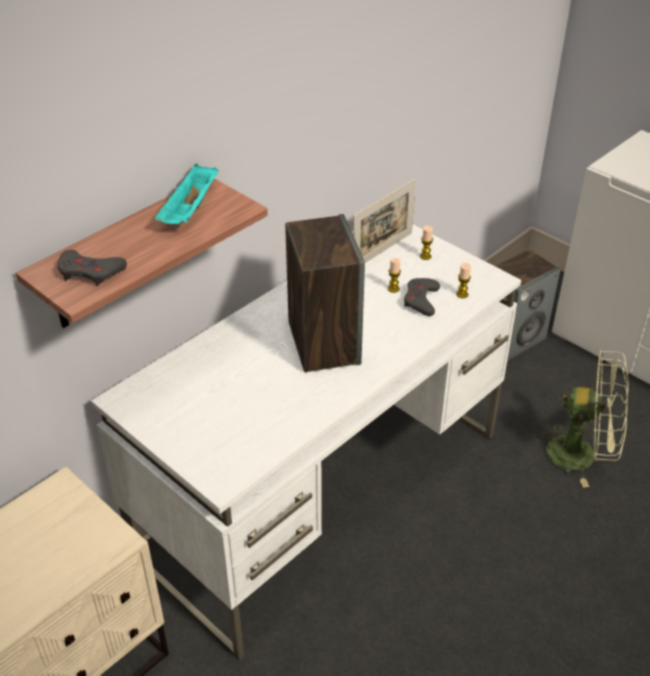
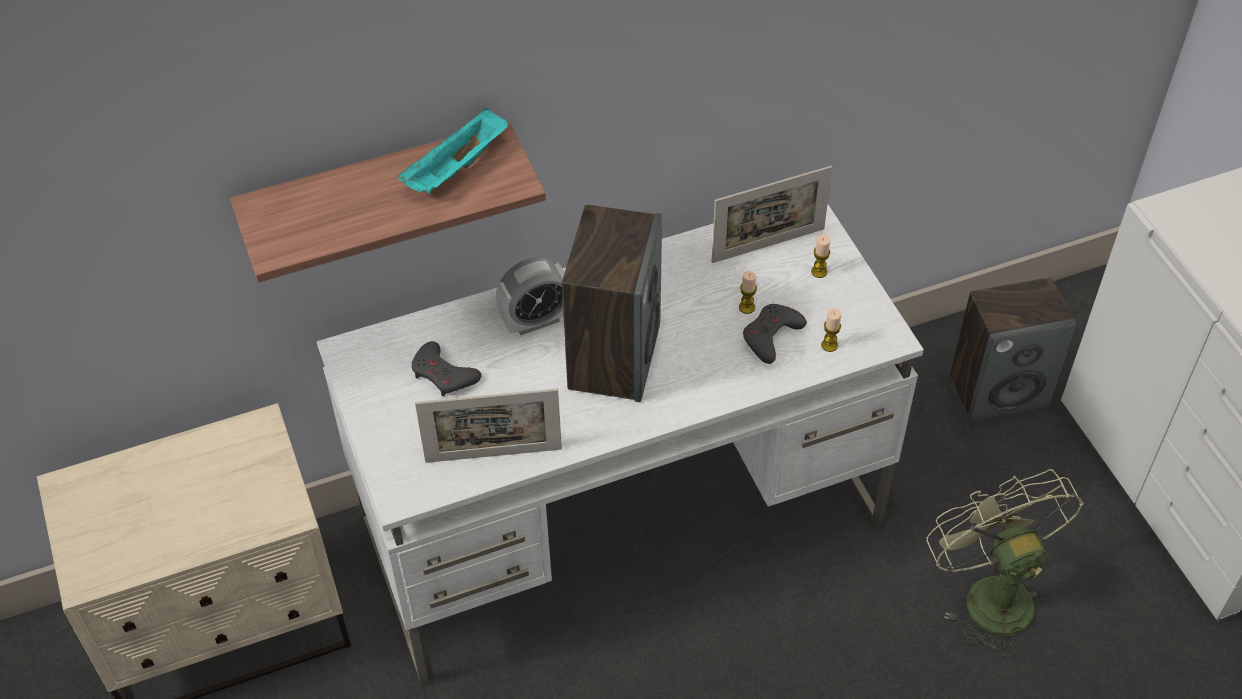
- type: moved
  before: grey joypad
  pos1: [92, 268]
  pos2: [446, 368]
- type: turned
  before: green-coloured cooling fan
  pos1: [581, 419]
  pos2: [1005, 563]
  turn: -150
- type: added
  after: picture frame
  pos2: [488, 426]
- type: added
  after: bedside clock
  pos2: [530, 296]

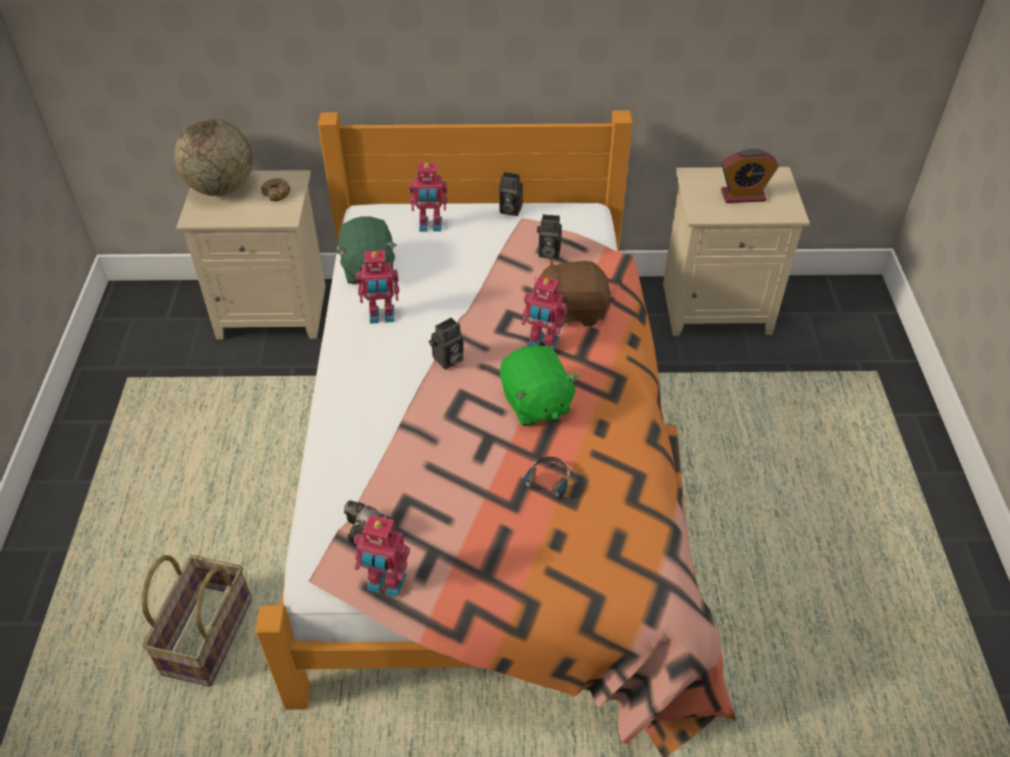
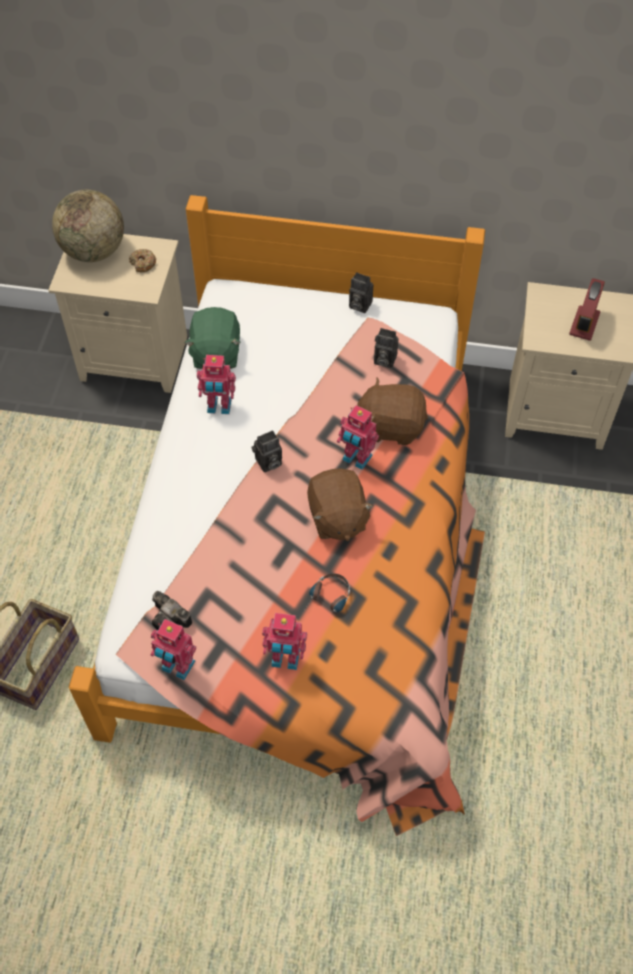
- type: moved
  before: robot figure
  pos1: [428, 197]
  pos2: [284, 641]
- type: recoloured
  before: green-coloured plush toy
  after: brown-coloured plush toy
  pos1: [539, 385]
  pos2: [340, 504]
- type: turned
  before: bedside clock
  pos1: [750, 176]
  pos2: [587, 309]
  turn: -75

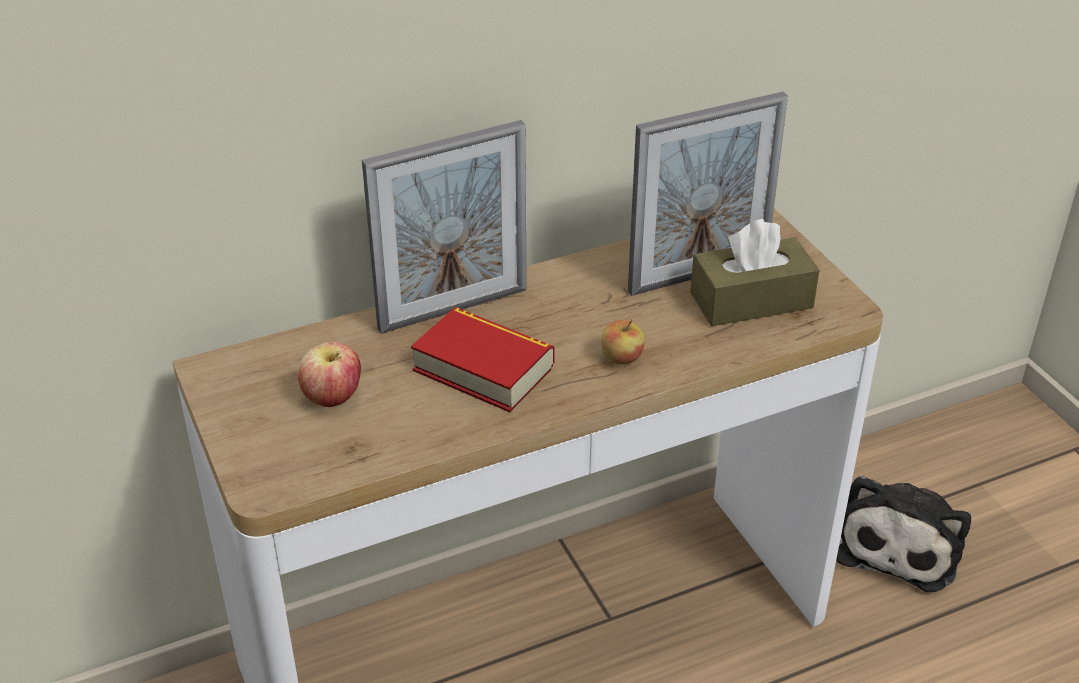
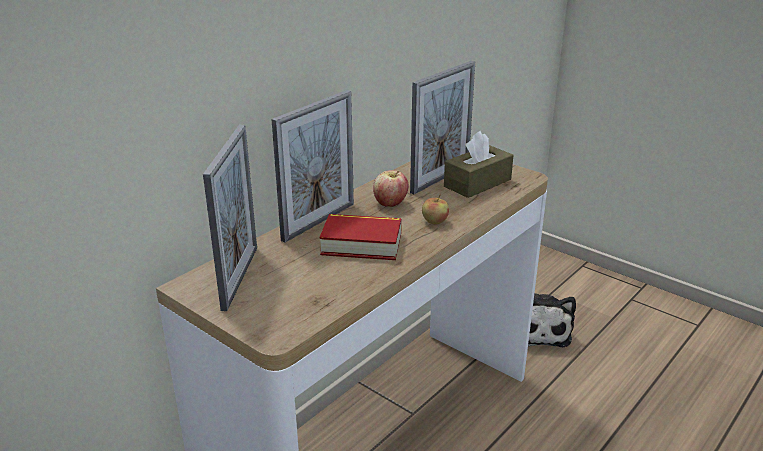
- type: moved
  before: apple
  pos1: [329, 374]
  pos2: [391, 188]
- type: added
  after: picture frame
  pos2: [230, 218]

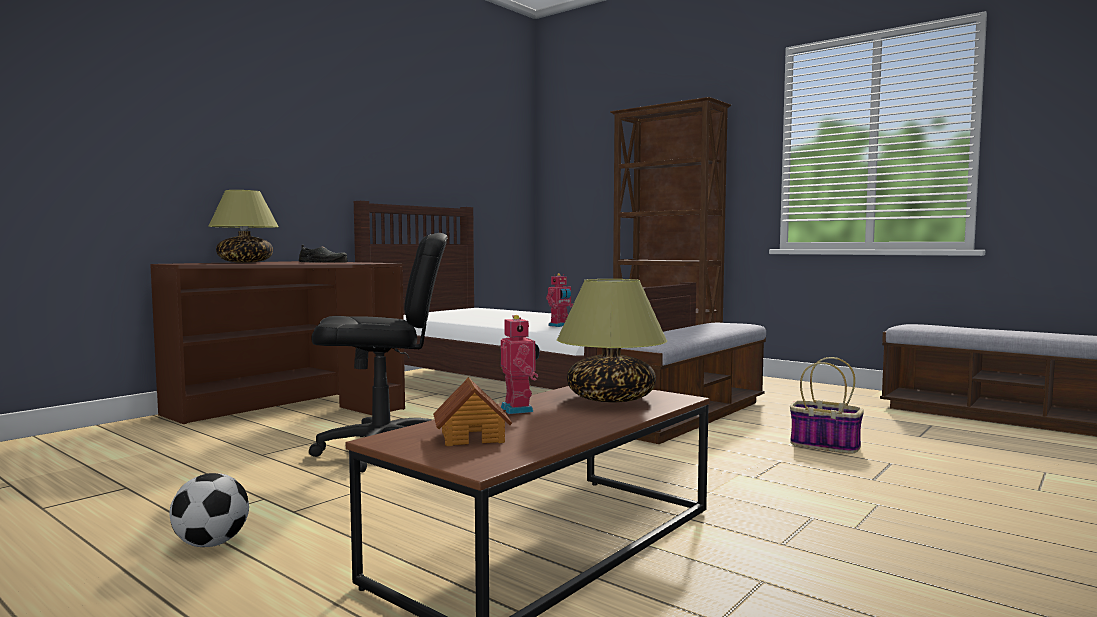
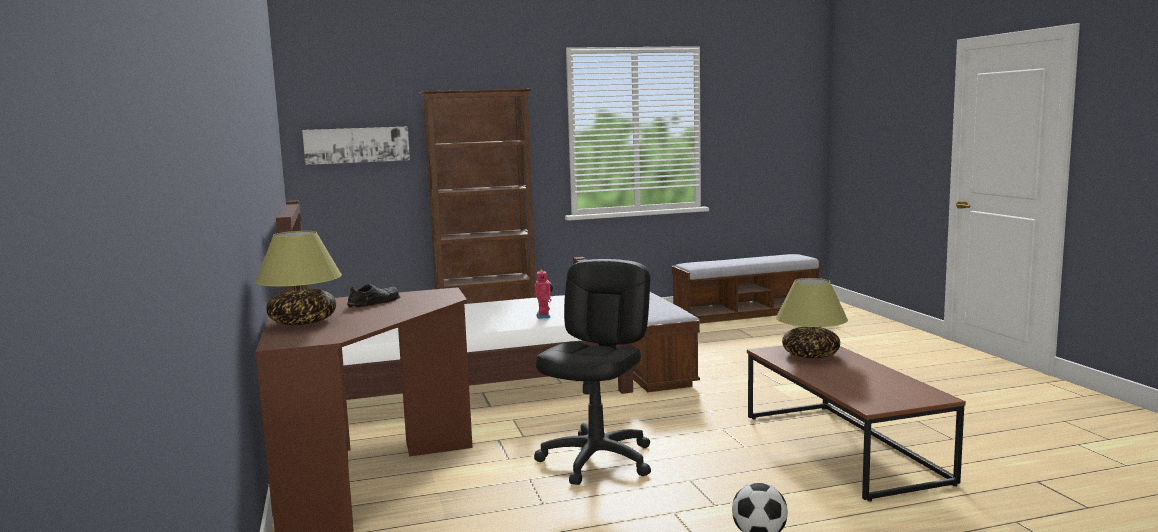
- type: removed
  before: model house
  pos1: [472, 411]
- type: removed
  before: robot figure
  pos1: [520, 364]
- type: removed
  before: basket
  pos1: [827, 405]
- type: added
  after: wall picture
  pos2: [356, 146]

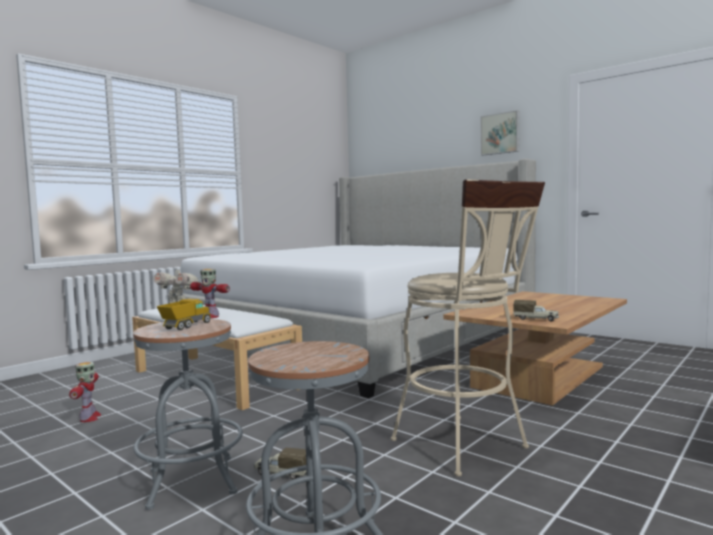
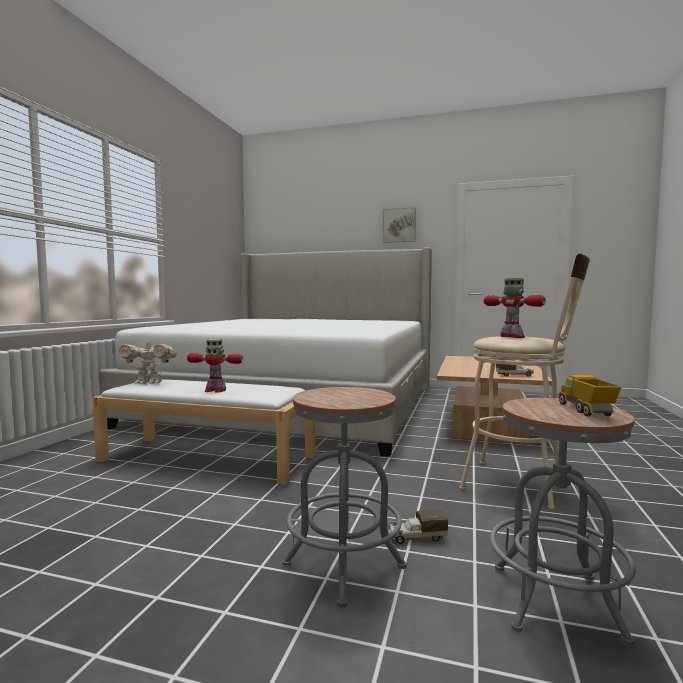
- type: moved
  before: robot figure
  pos1: [85, 392]
  pos2: [515, 308]
- type: moved
  before: toy truck
  pos1: [184, 314]
  pos2: [590, 395]

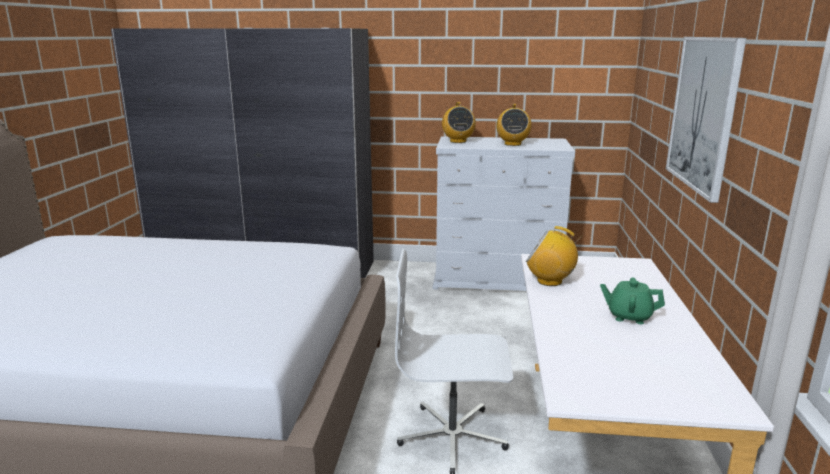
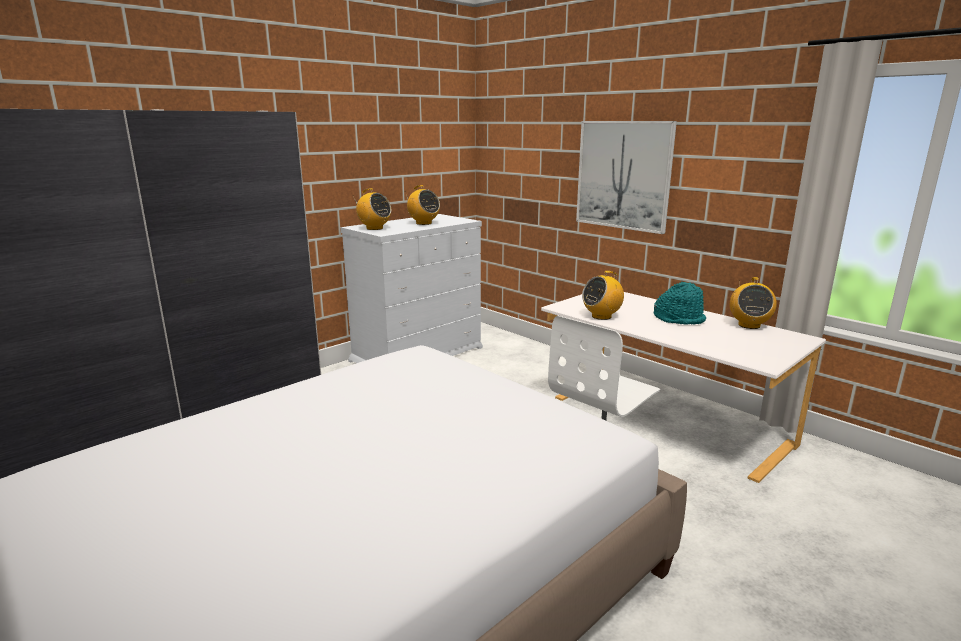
- type: replaced
  before: green-coloured pot for tea
  after: turquoise-coloured clothing hat
  pos1: [632, 300]
  pos2: [680, 303]
- type: added
  after: radio
  pos2: [753, 303]

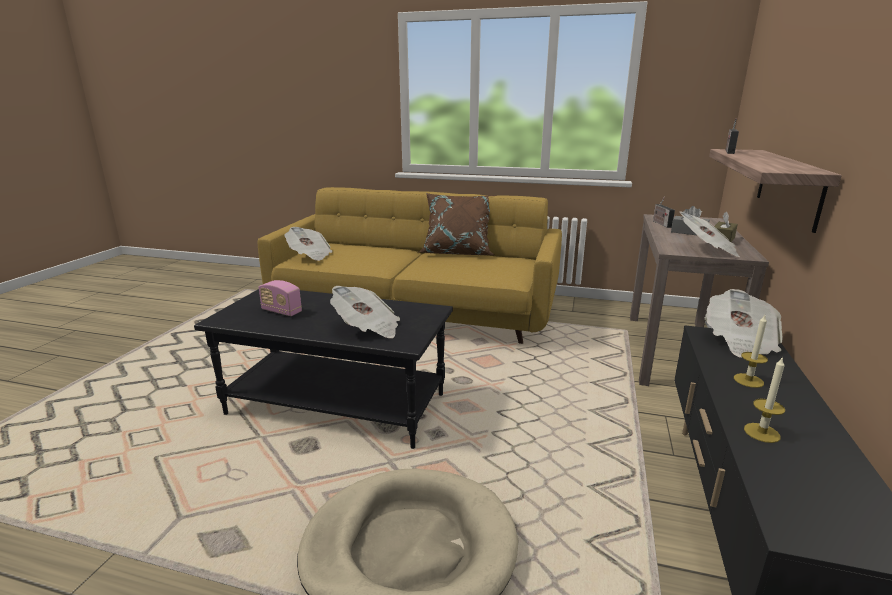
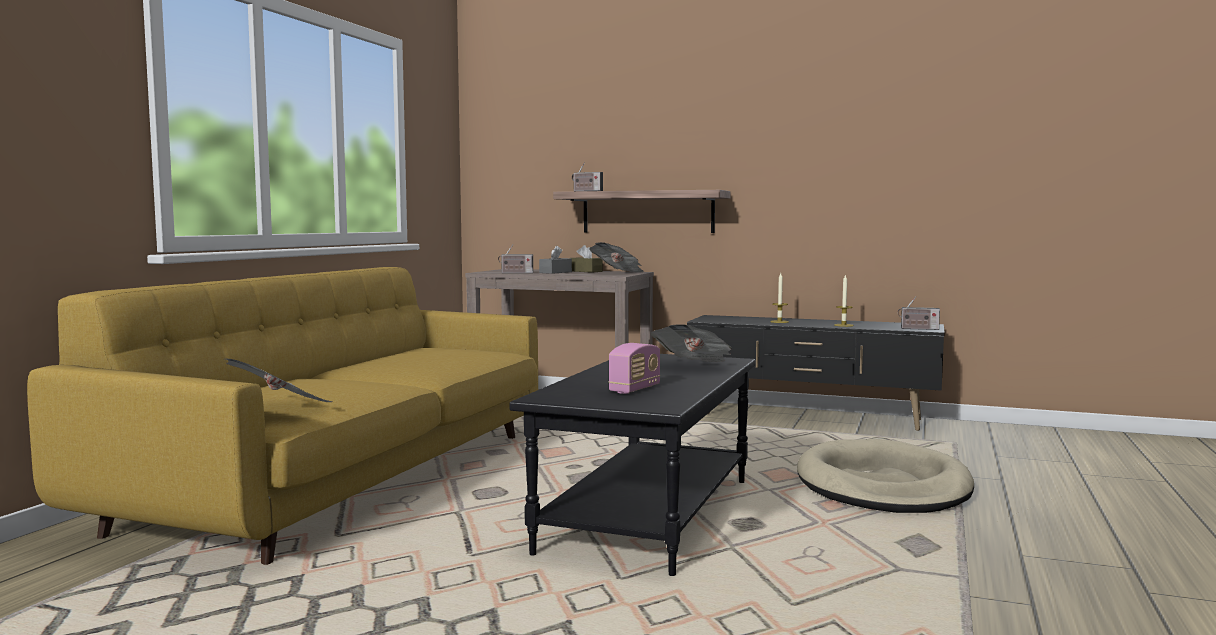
- type: removed
  before: brown-coloured cushion
  pos1: [457, 224]
- type: removed
  before: newspaper
  pos1: [744, 323]
- type: added
  after: radio
  pos2: [919, 313]

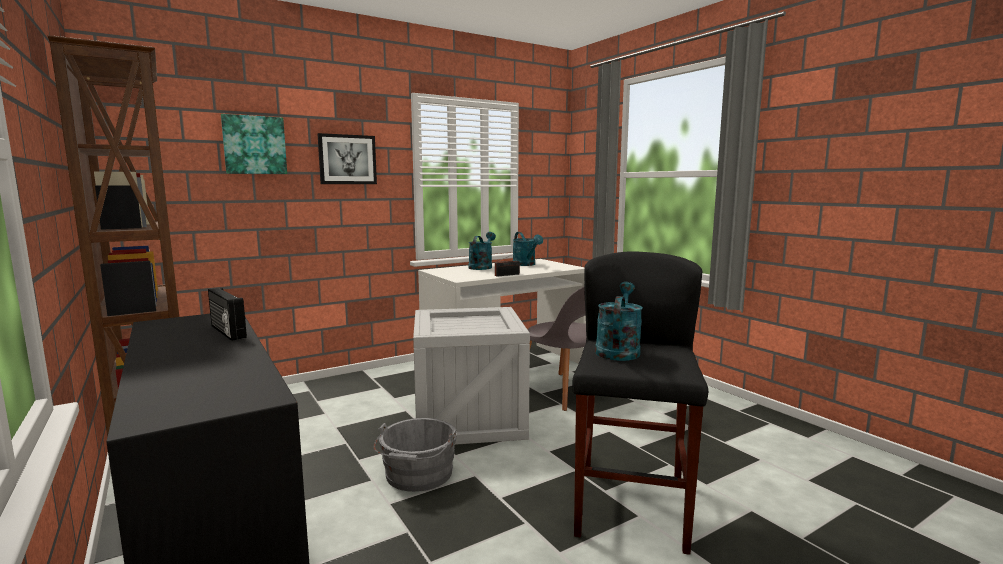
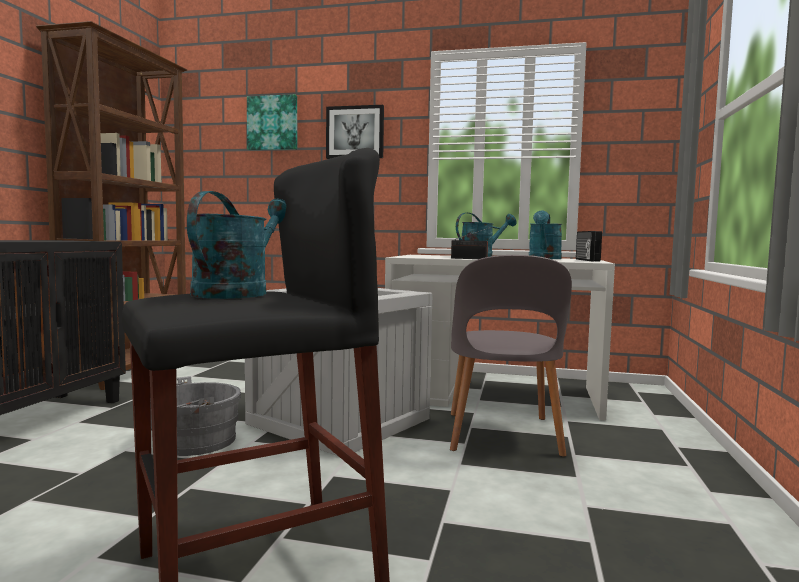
- type: moved
  before: radio
  pos1: [227, 314]
  pos2: [589, 246]
- type: turned
  before: turquoise-coloured watering can
  pos1: [619, 321]
  pos2: [237, 245]
  turn: -45

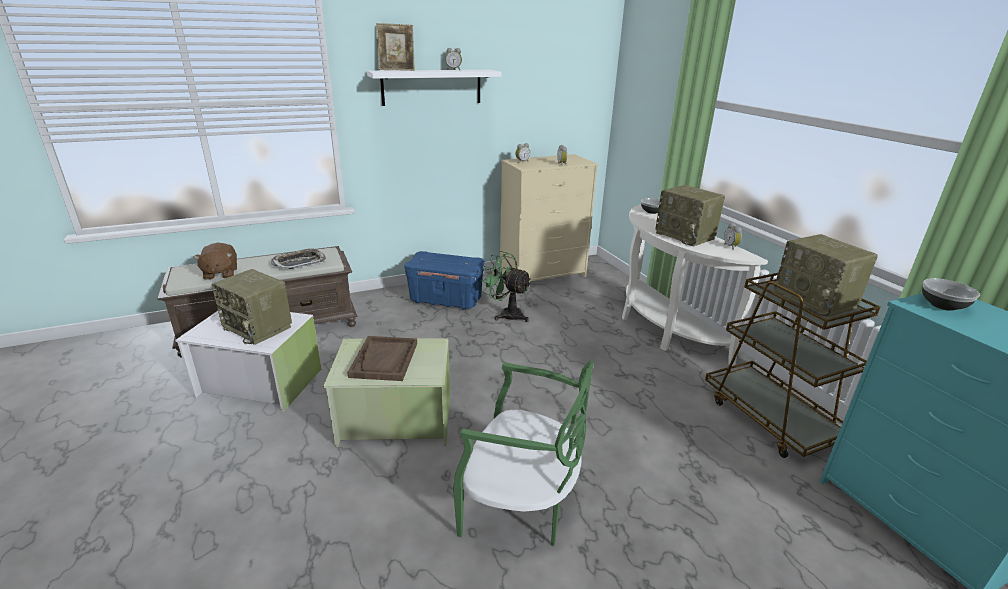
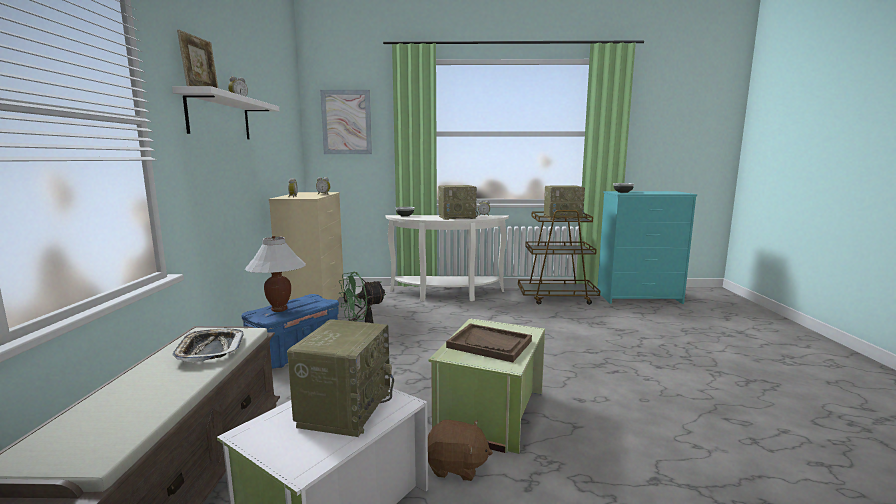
- type: moved
  before: brown-coloured plush toy
  pos1: [215, 261]
  pos2: [460, 450]
- type: turned
  before: radio
  pos1: [251, 307]
  pos2: [340, 378]
  turn: -45
- type: removed
  before: green-coloured chair
  pos1: [523, 453]
- type: added
  after: whitish table lamp
  pos2: [275, 274]
- type: added
  after: wall picture
  pos2: [346, 122]

